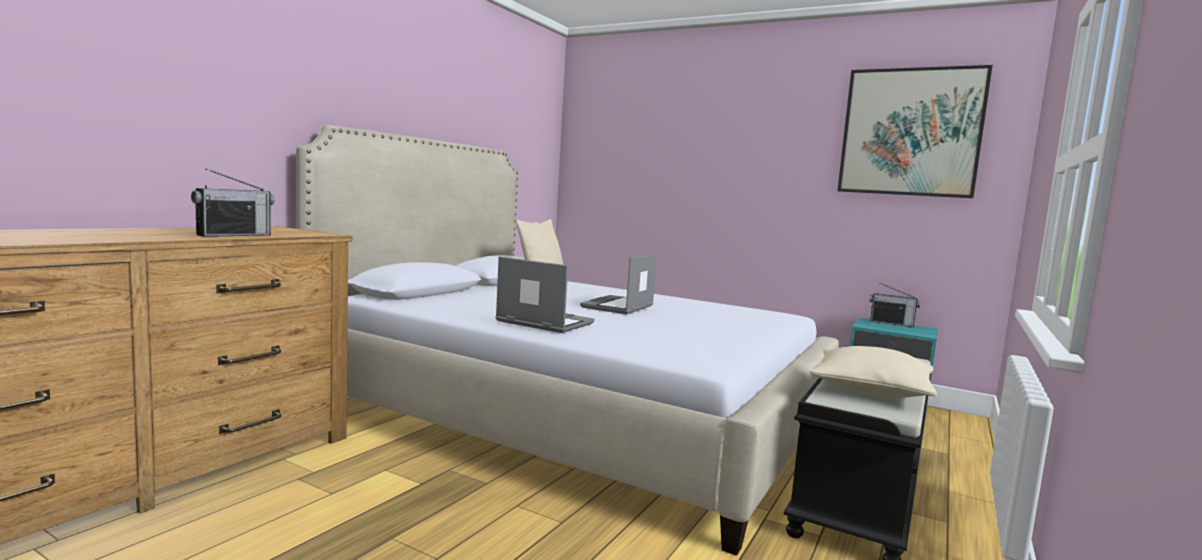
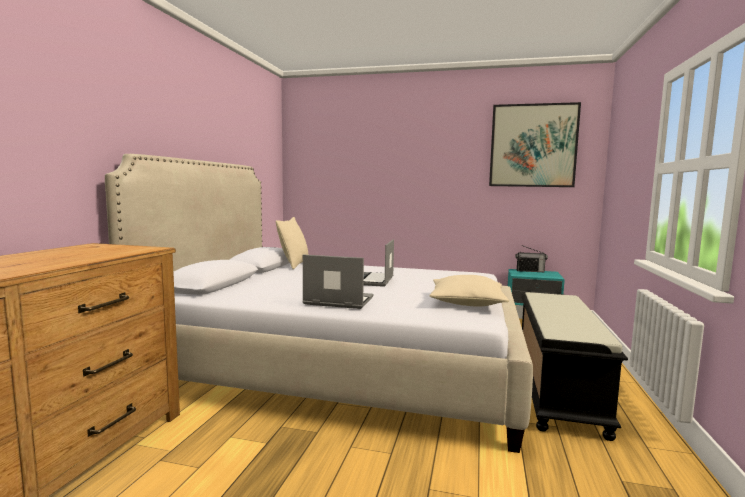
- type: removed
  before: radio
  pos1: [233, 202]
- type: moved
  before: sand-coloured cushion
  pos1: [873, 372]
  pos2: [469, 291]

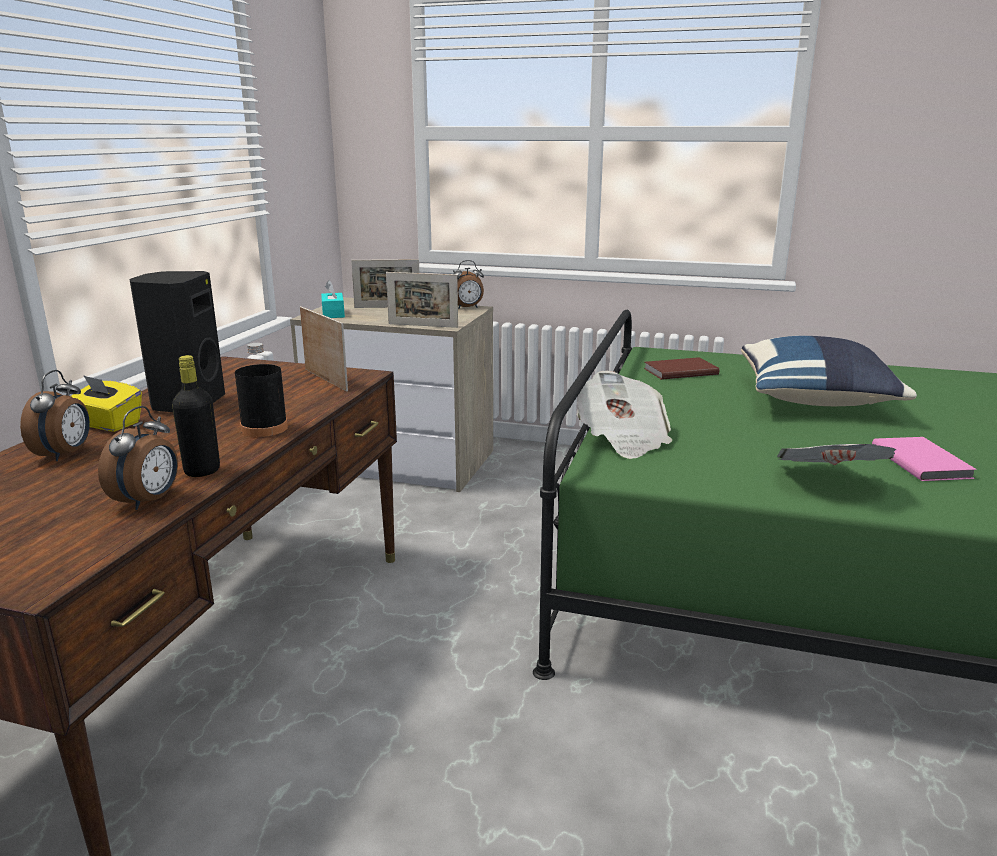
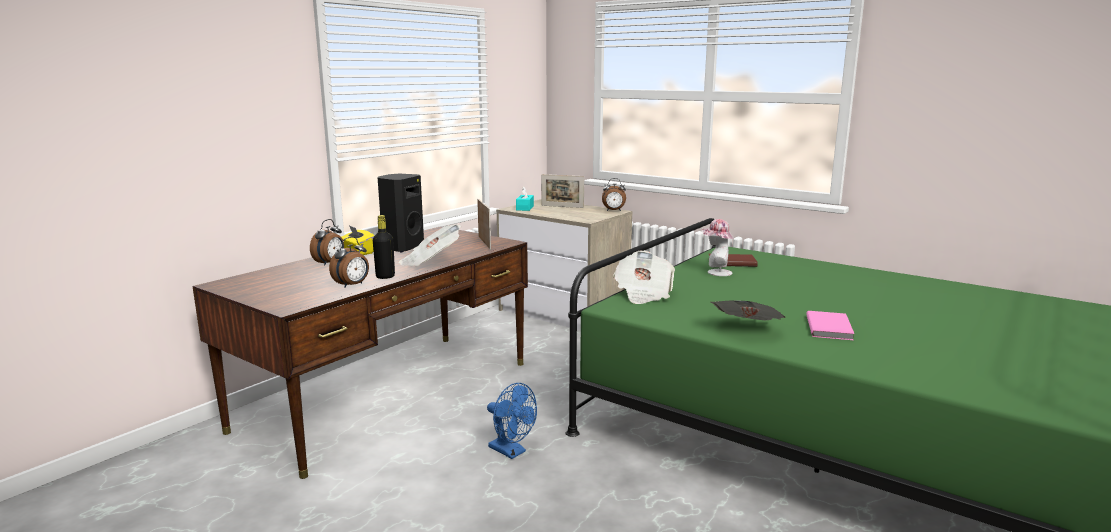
- type: replaced
  before: black drink bottle
  after: newspaper
  pos1: [261, 390]
  pos2: [430, 245]
- type: removed
  before: picture frame
  pos1: [422, 300]
- type: removed
  before: blue cushion
  pos1: [829, 371]
- type: added
  after: blue cooling fan
  pos2: [512, 421]
- type: added
  after: clothing hat
  pos2: [717, 247]

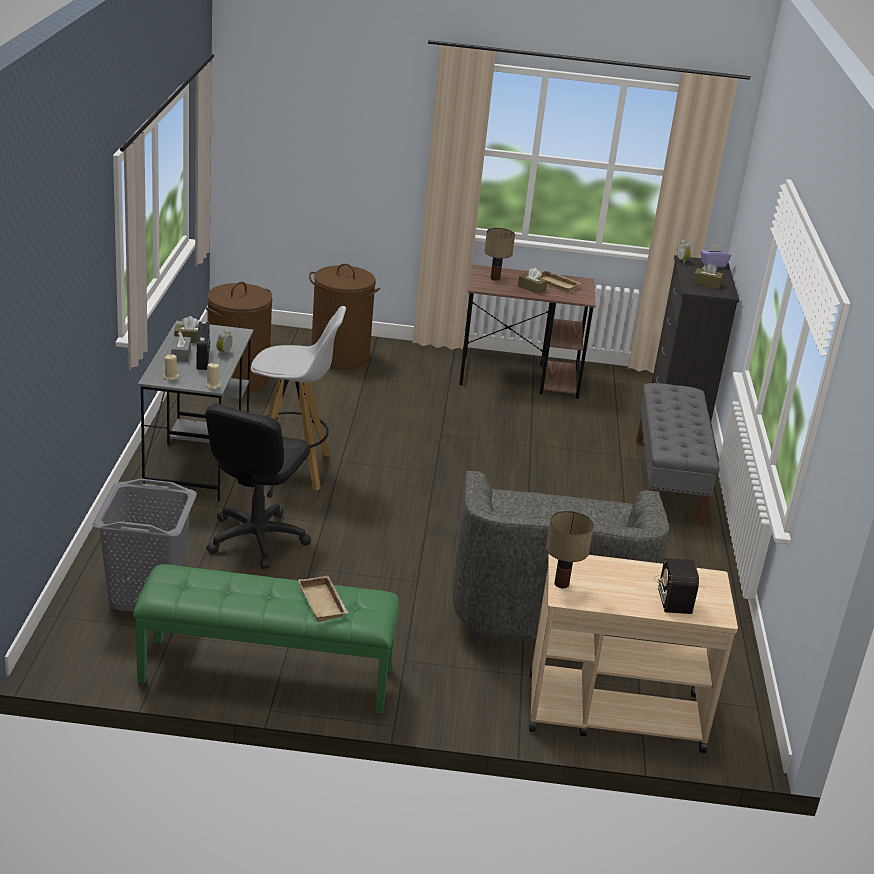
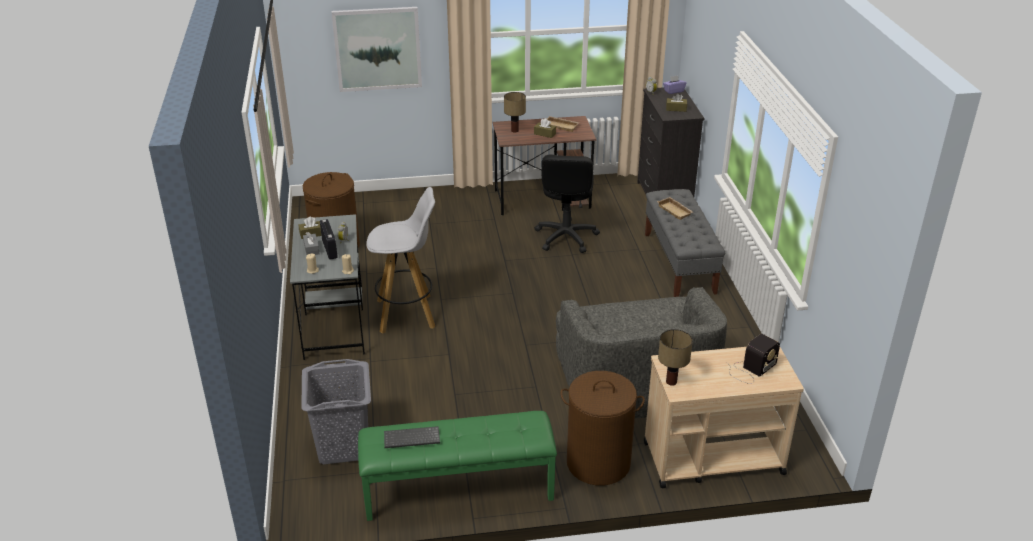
- type: moved
  before: black desk chair
  pos1: [258, 486]
  pos2: [567, 204]
- type: moved
  before: sand-coloured serving tray
  pos1: [323, 599]
  pos2: [675, 208]
- type: moved
  before: brown-coloured hamper
  pos1: [344, 316]
  pos2: [602, 428]
- type: turned
  before: radio
  pos1: [678, 586]
  pos2: [753, 359]
  turn: -120
- type: added
  after: wall picture
  pos2: [377, 49]
- type: added
  after: computer keyboard
  pos2: [412, 437]

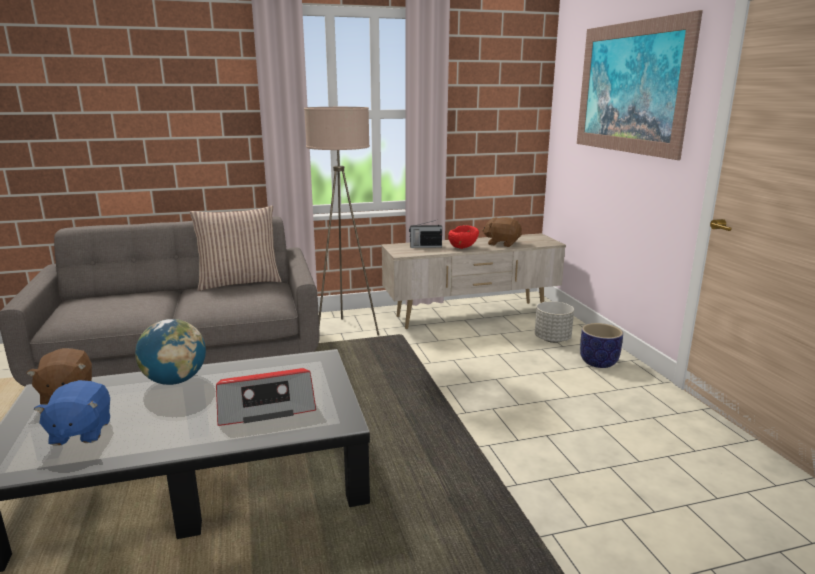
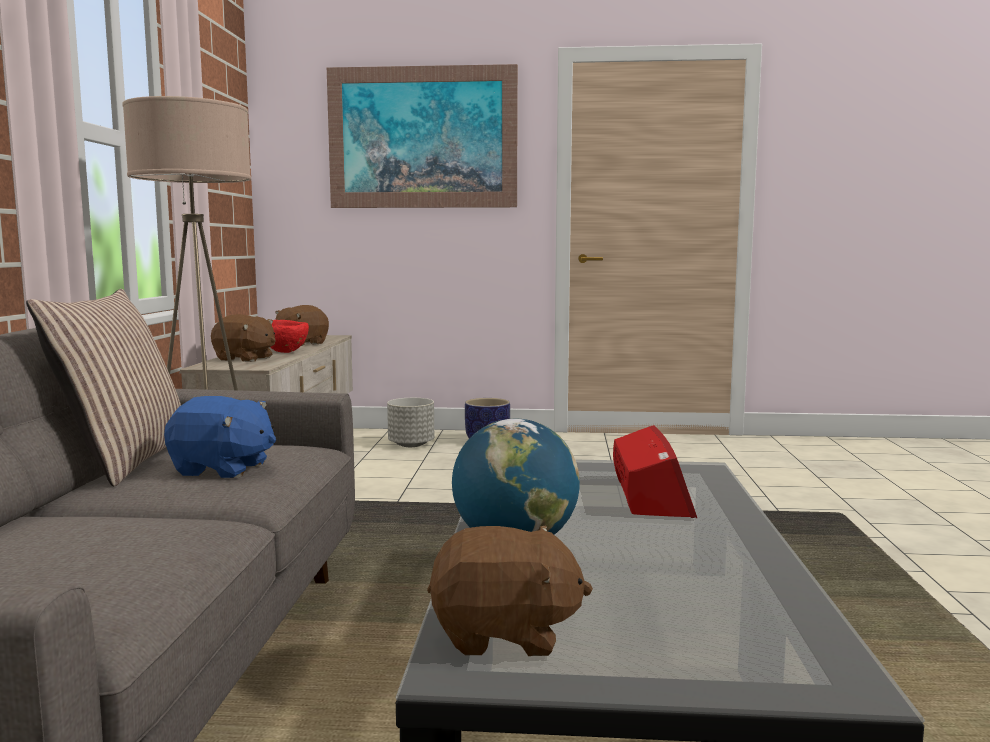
- type: moved
  before: blue plush toy
  pos1: [72, 413]
  pos2: [220, 437]
- type: replaced
  before: radio
  after: brown-coloured plush toy
  pos1: [425, 234]
  pos2: [243, 338]

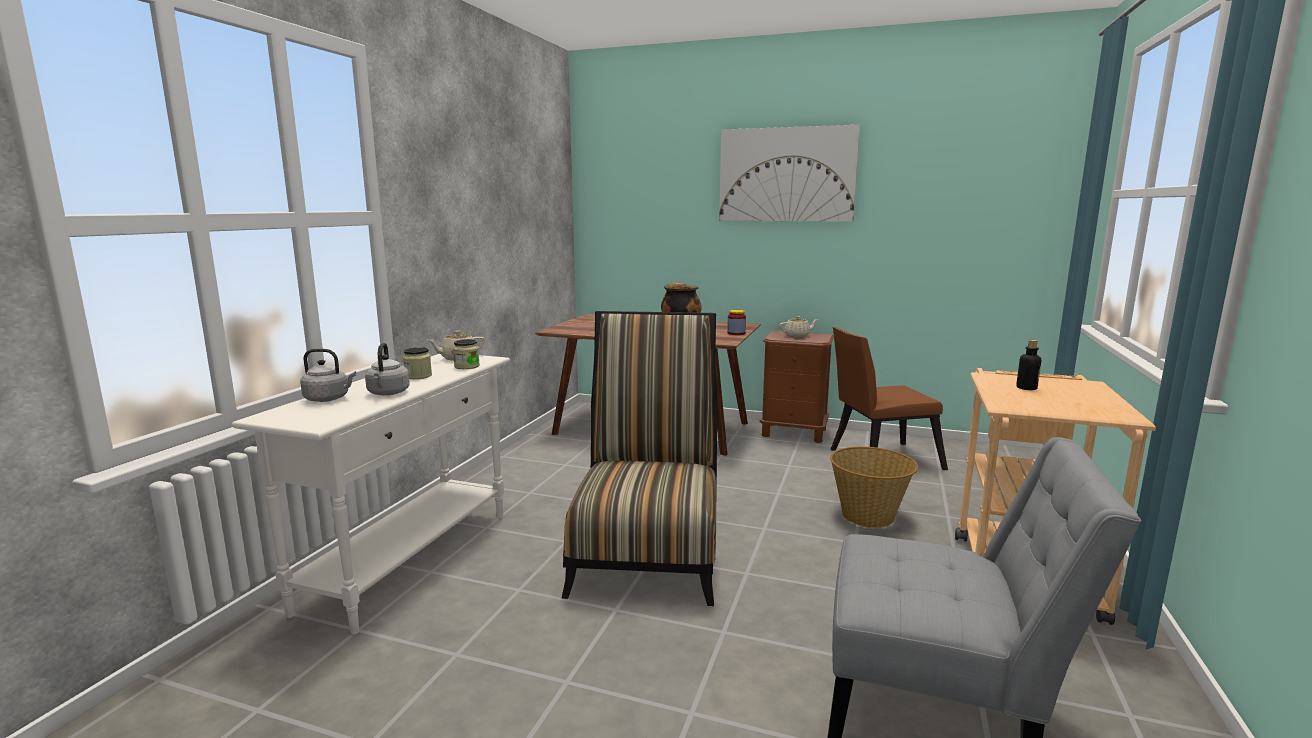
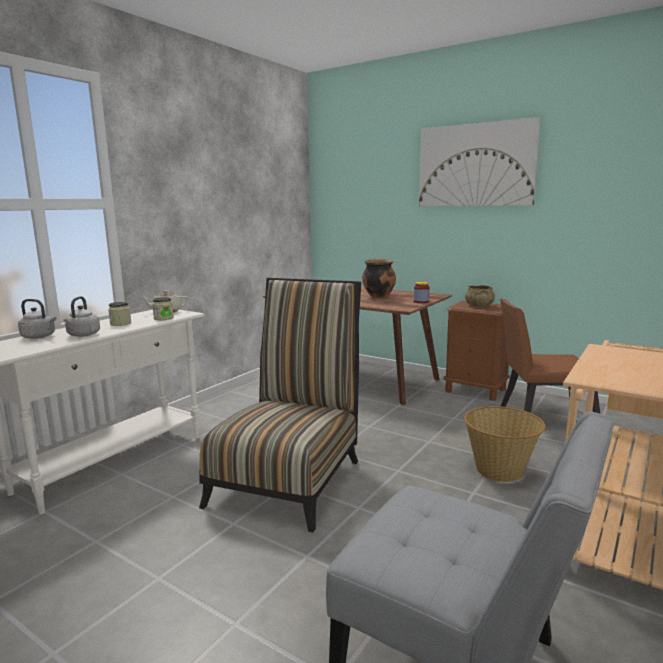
- type: replaced
  before: sand-coloured pot for tea
  after: sand-coloured serving bowl
  pos1: [798, 327]
  pos2: [480, 296]
- type: removed
  before: drink bottle
  pos1: [1028, 365]

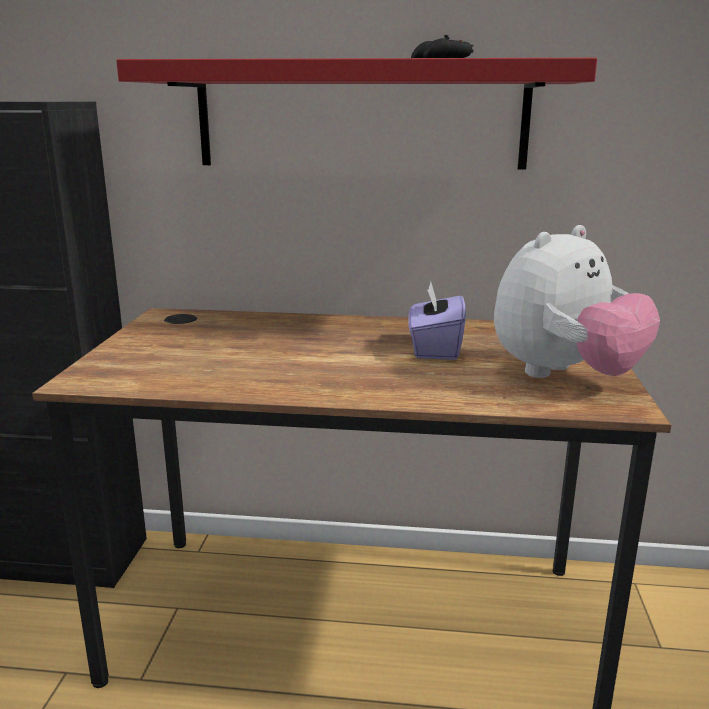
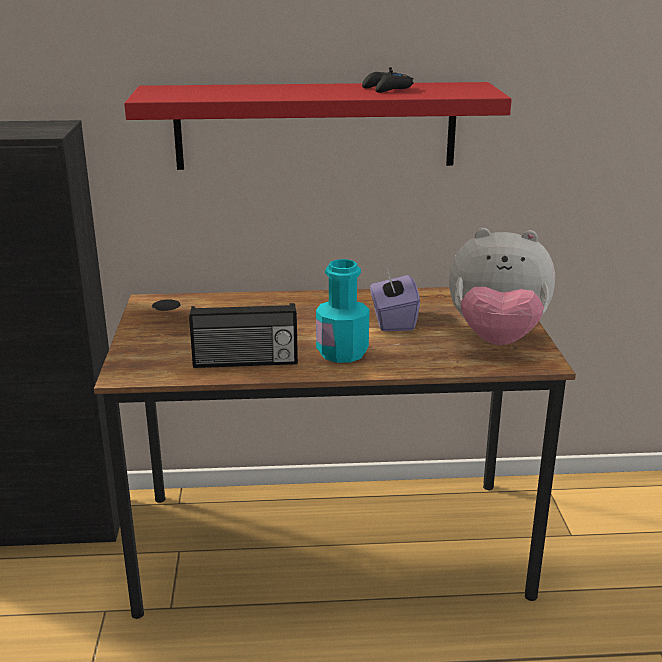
- type: turned
  before: plush toy
  pos1: [577, 301]
  pos2: [502, 286]
  turn: 60
- type: added
  after: radio
  pos2: [243, 335]
- type: added
  after: turquoise-coloured drink bottle
  pos2: [343, 311]

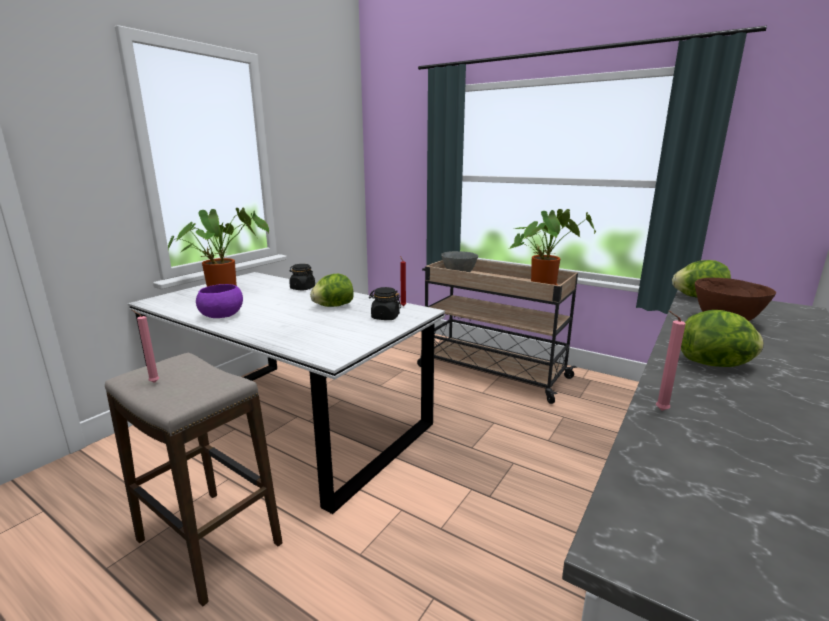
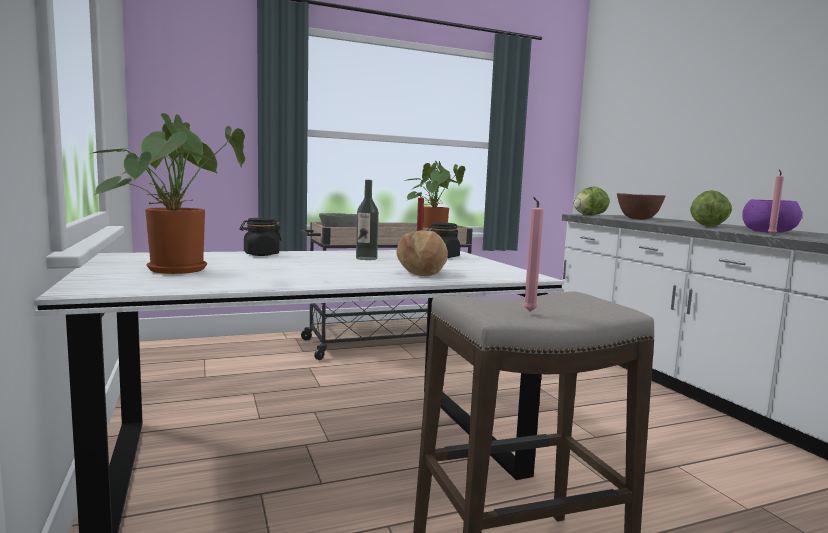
- type: moved
  before: purplish serving bowl
  pos1: [219, 301]
  pos2: [772, 216]
- type: replaced
  before: head of lettuce
  after: drink bottle
  pos1: [332, 290]
  pos2: [367, 220]
- type: added
  after: baked bread
  pos2: [422, 253]

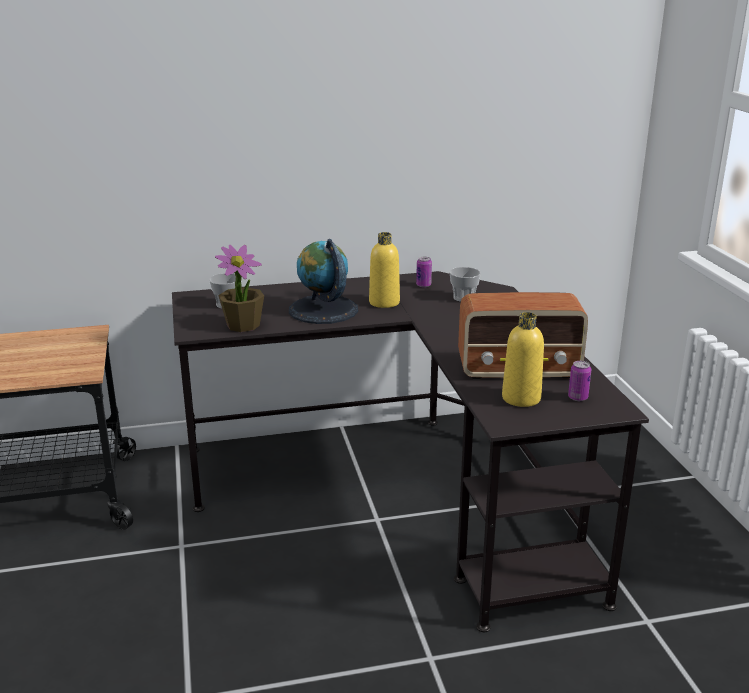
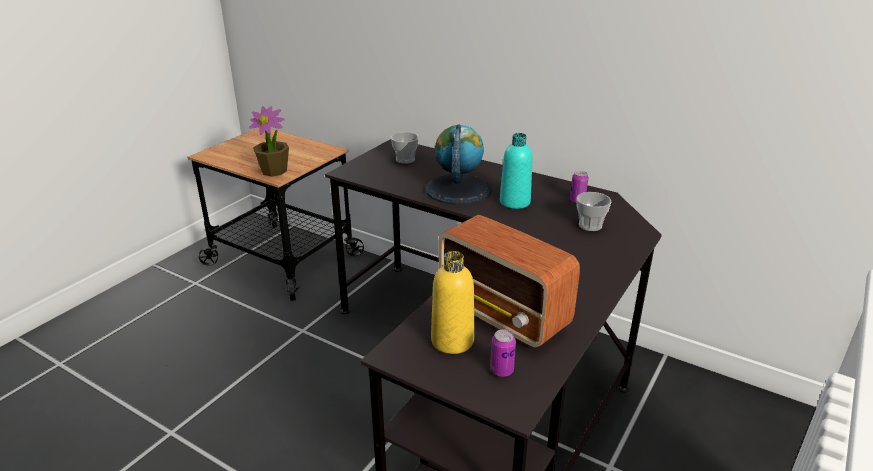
- type: moved
  before: potted plant
  pos1: [239, 288]
  pos2: [269, 141]
- type: recoloured
  before: yellow-coloured drink bottle
  after: turquoise-coloured drink bottle
  pos1: [384, 270]
  pos2: [516, 171]

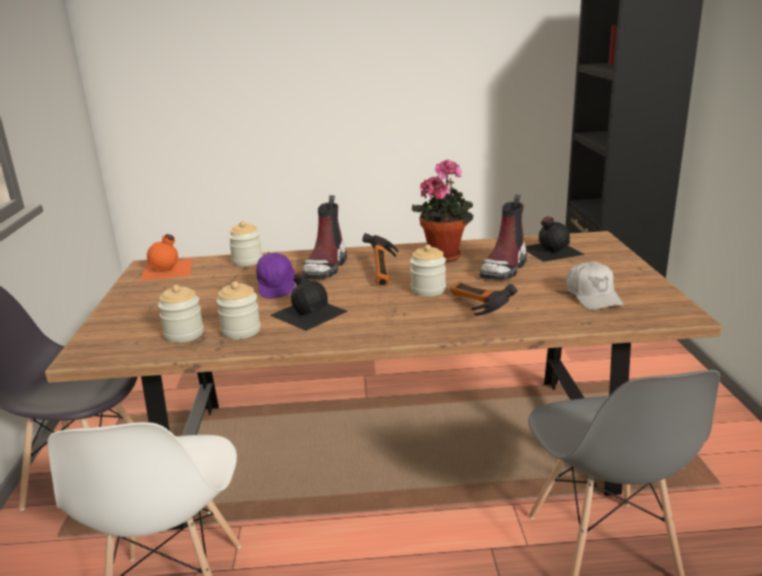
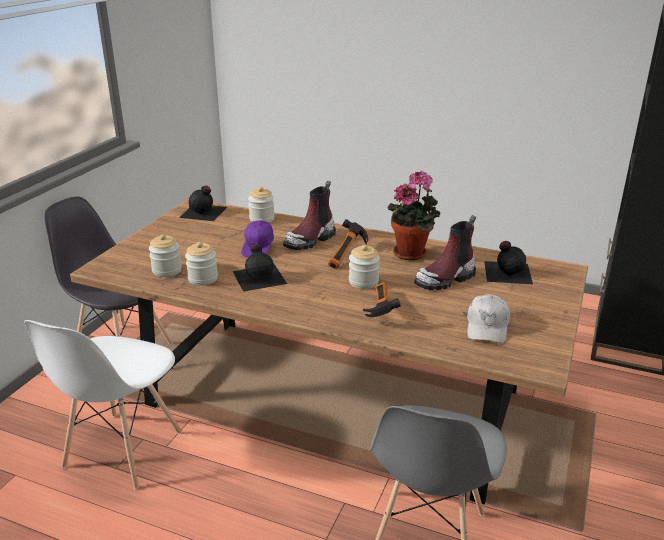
- type: recoloured
  before: orange drink bottle
  after: black drink bottle
  pos1: [166, 257]
  pos2: [203, 203]

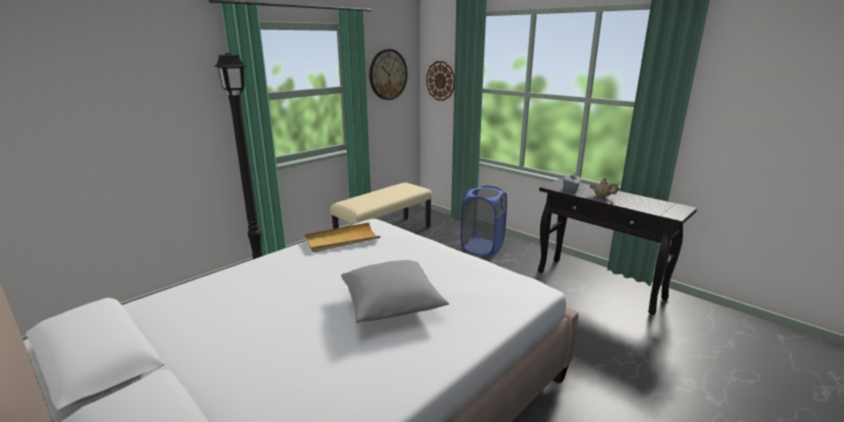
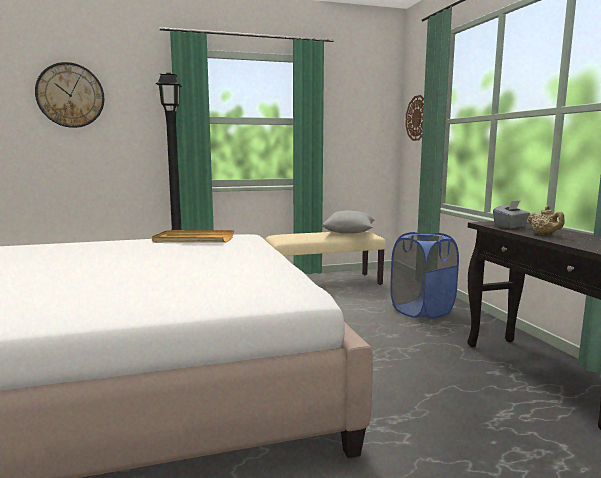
- type: moved
  before: grey cushion
  pos1: [395, 291]
  pos2: [348, 222]
- type: moved
  before: hanging clock
  pos1: [388, 74]
  pos2: [69, 95]

